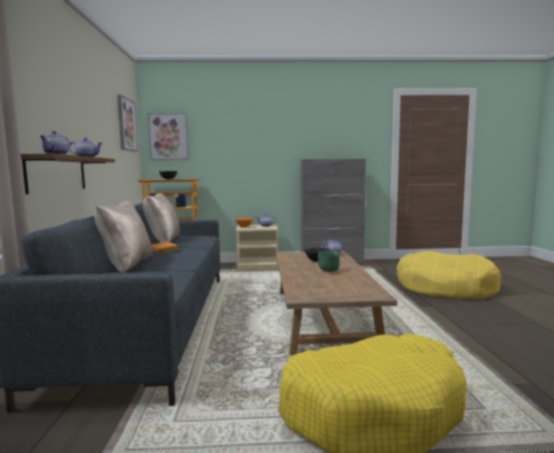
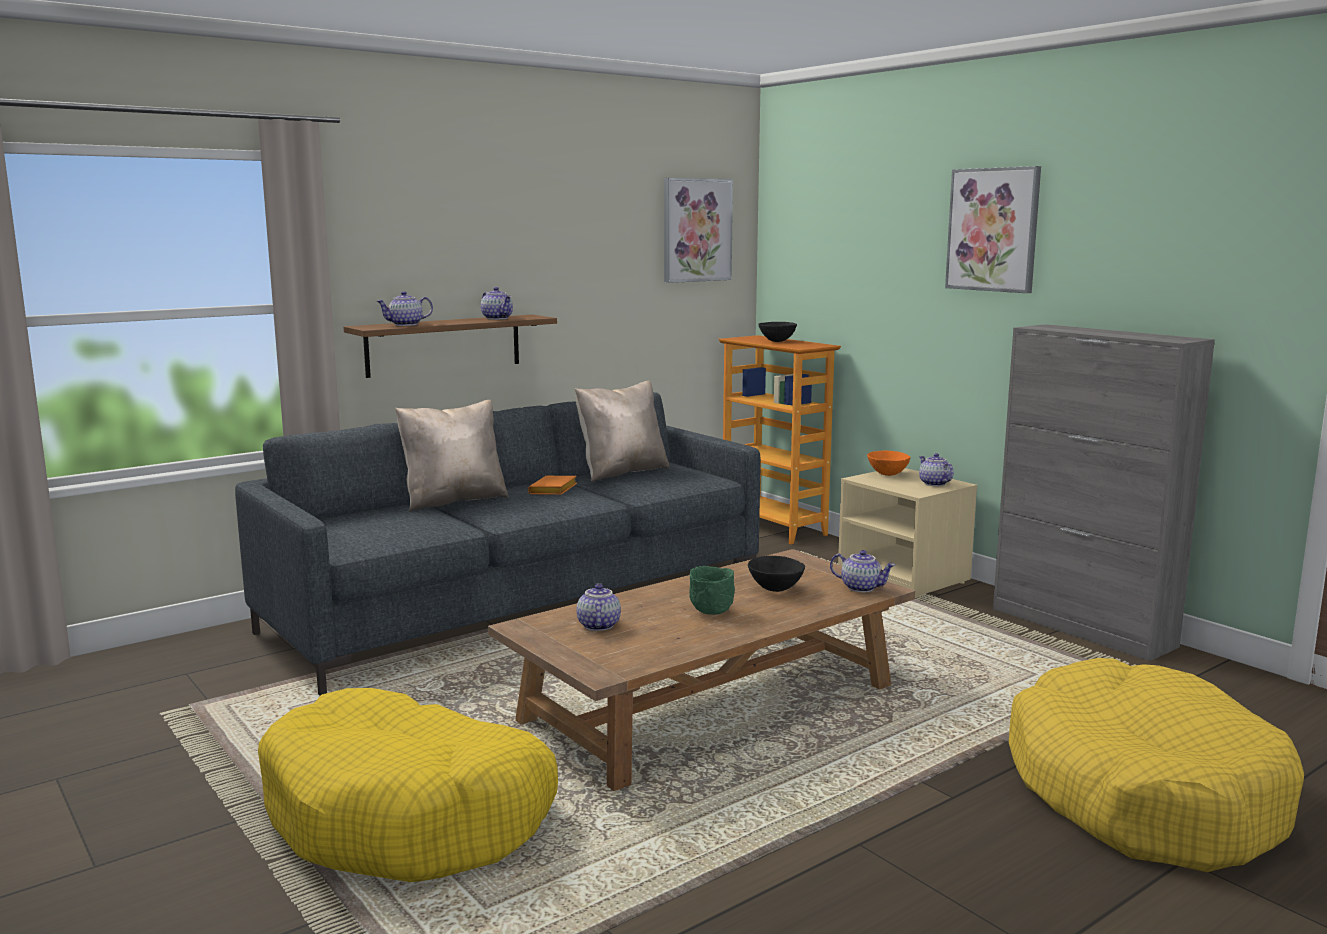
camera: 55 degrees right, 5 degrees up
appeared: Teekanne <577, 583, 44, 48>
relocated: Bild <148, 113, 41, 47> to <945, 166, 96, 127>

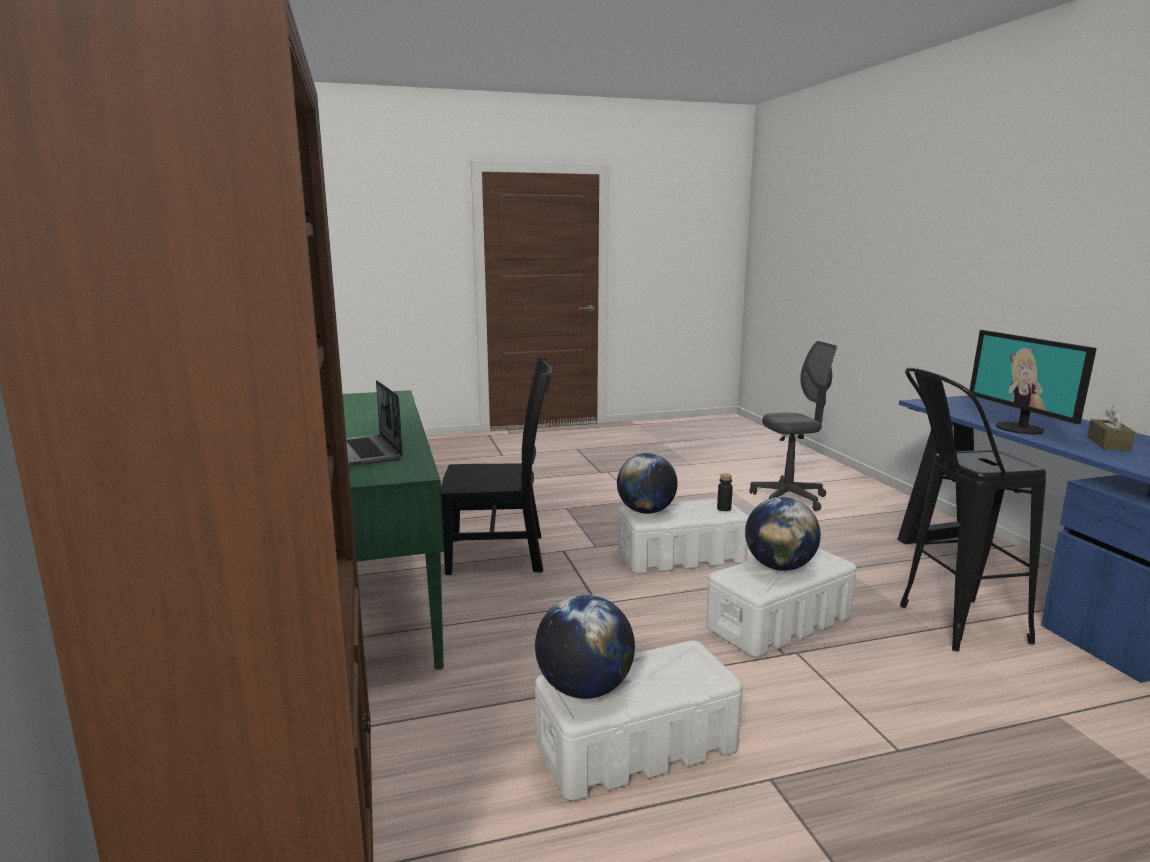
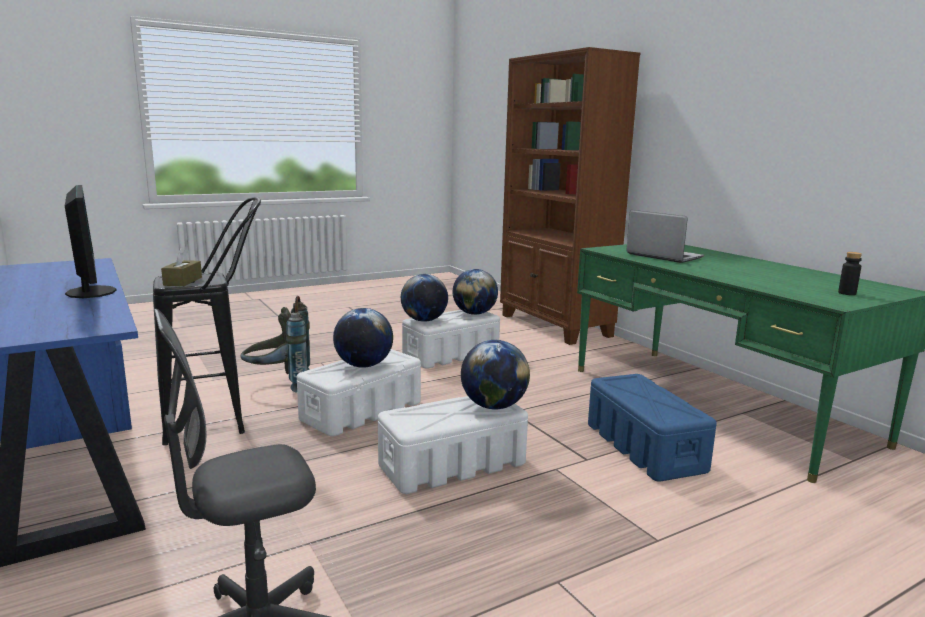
camera: 165 degrees right, 0 degrees up
appeared: Rucksack [grau] <240, 296, 70, 97>; Globus <401, 274, 47, 48>
relocated: Taschentuchbox [braun] <1087, 406, 48, 45> to <161, 247, 41, 39>; Flasche [schwarz] <717, 473, 16, 38> to <838, 252, 24, 43>
exchanged: Stuhl [schwarz] <441, 357, 111, 218> to Aufbewahrungsbox [blau] <588, 374, 129, 108>

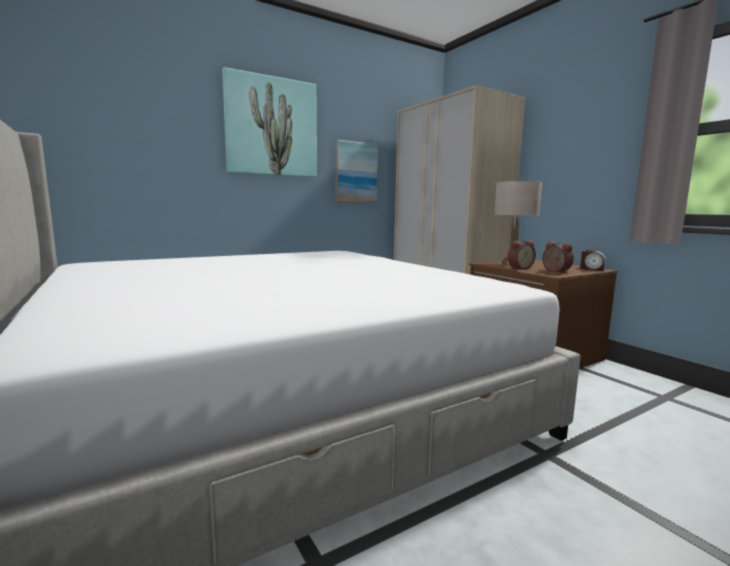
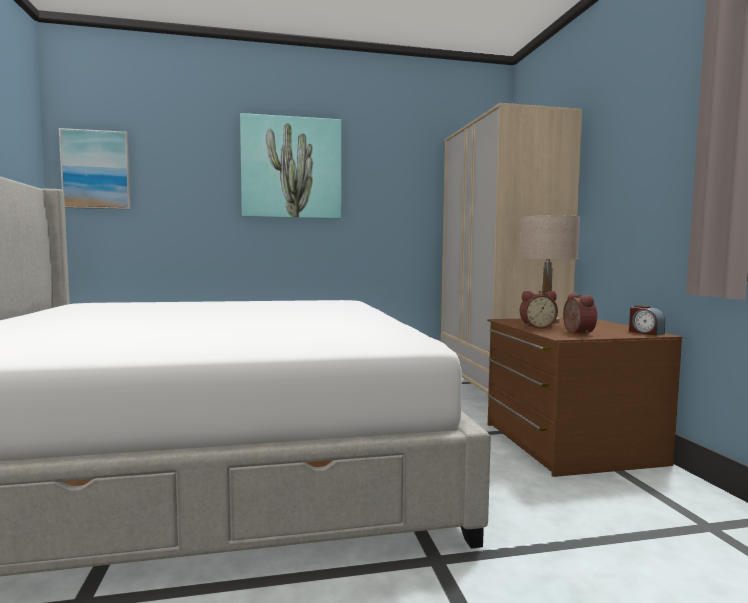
camera: 20 degrees right, 5 degrees down
relocated: Bild <335, 140, 44, 63> to <59, 128, 72, 81>

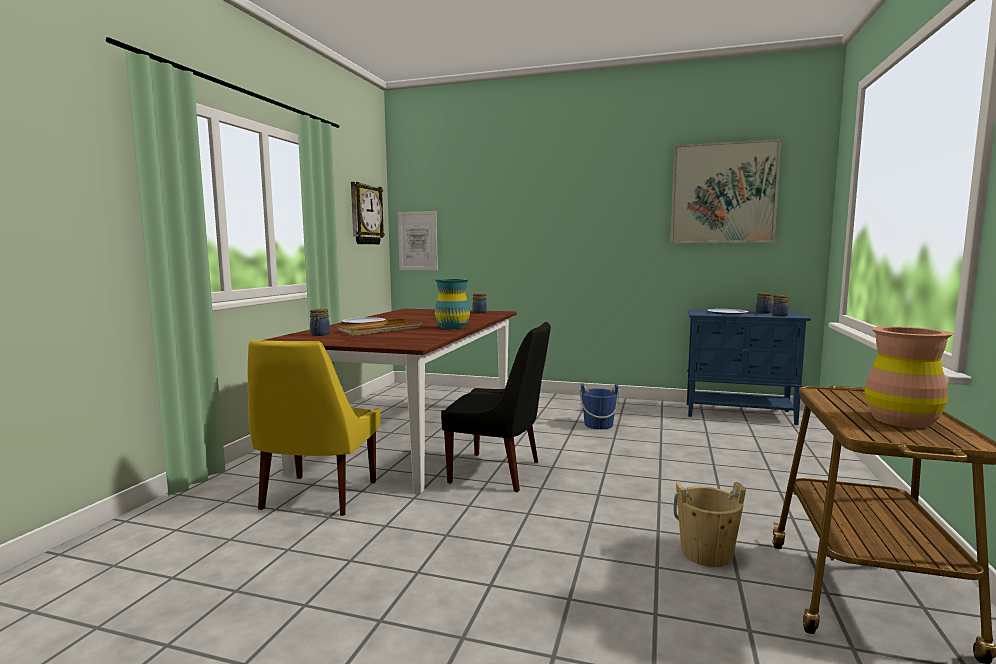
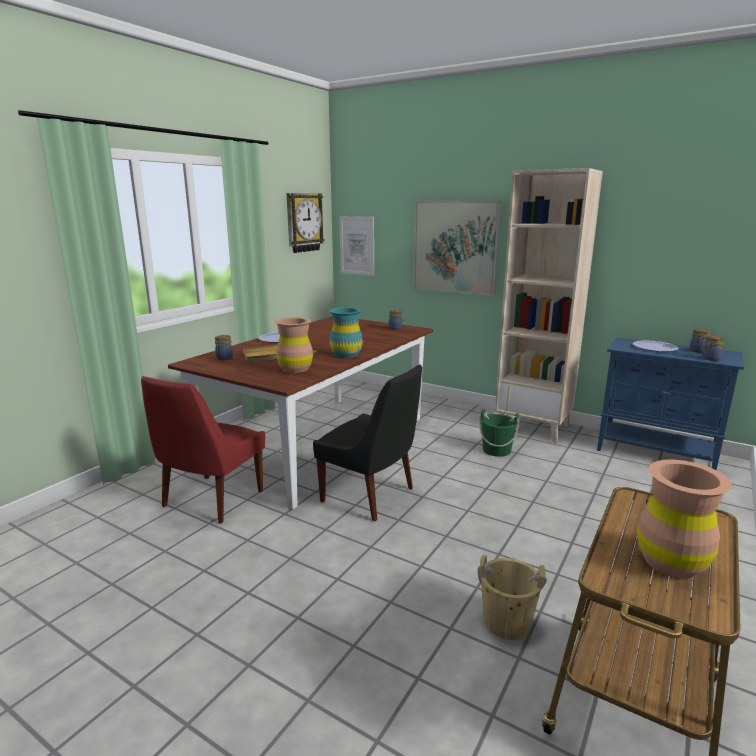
camera: 15 degrees right, 10 degrees up
appeared: Vase [braun] <275, 317, 38, 56>; Bücherregal [beige] <495, 168, 108, 275>
relocated: Bild <670, 139, 112, 104> to <413, 200, 89, 96>
colour: Stuhl [gelb] <248, 340, 133, 176> to Stuhl [rot] <141, 376, 124, 148>; Eimer [blau] <579, 383, 41, 46> to Eimer [grün] <479, 409, 40, 48>

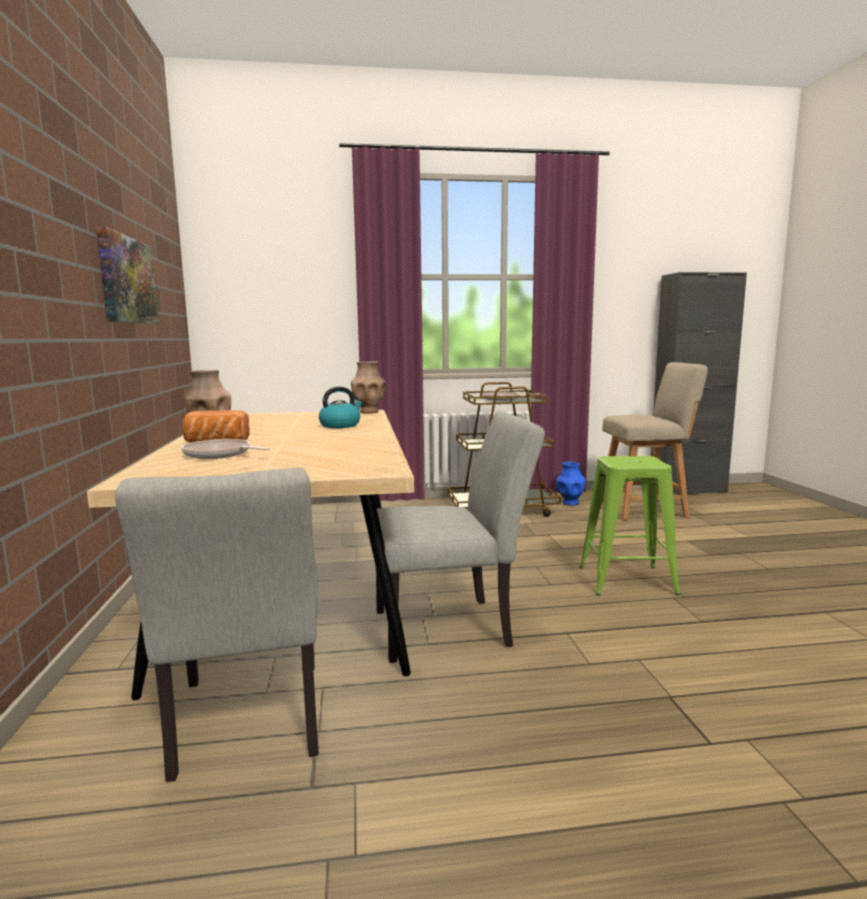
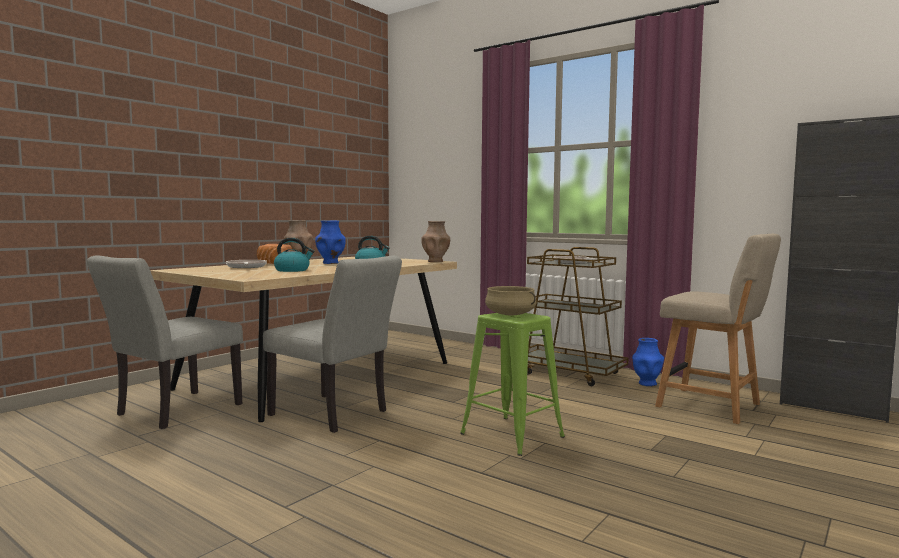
camera: 45 degrees right, 5 degrees down
missing: Bild <96, 226, 63, 98>
appeared: Wasserkessel <274, 238, 40, 34>; Vase [blau] <315, 221, 31, 43>; Kochtopf [beige] <485, 286, 51, 29>

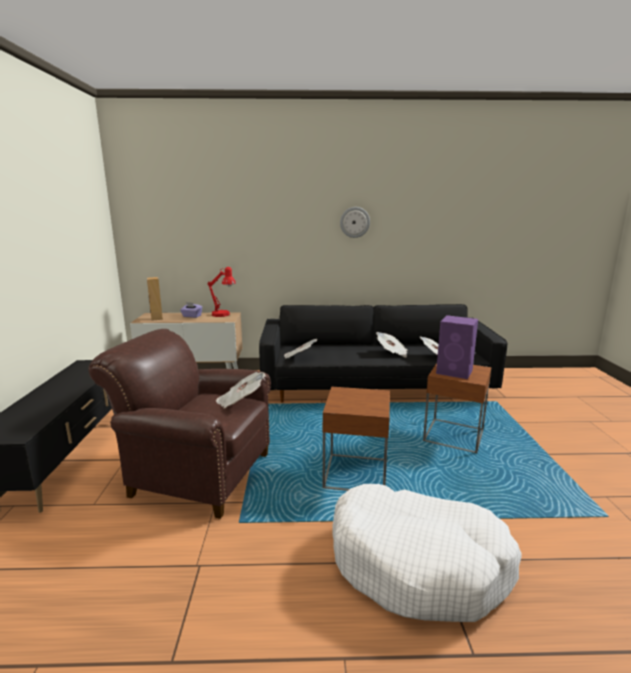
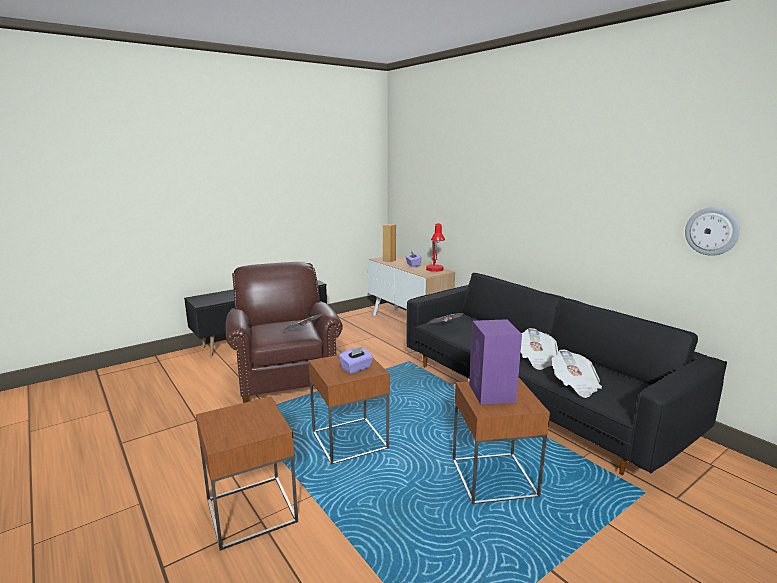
camera: 55 degrees right, 0 degrees up
appeared: Taschentuchbox [lila] <339, 346, 34, 28>
relocated: Wanduhr <340, 207, 30, 31> to <685, 207, 55, 49>
exchanged: Hundebett [weiß] <332, 484, 190, 138> to Beistelltisch [braun] <196, 396, 102, 155>

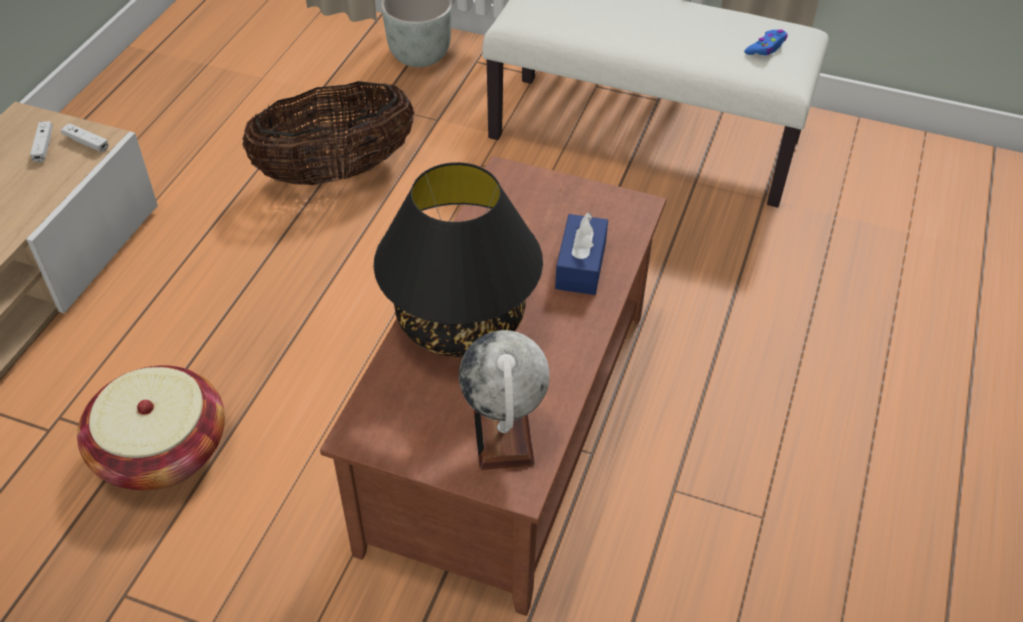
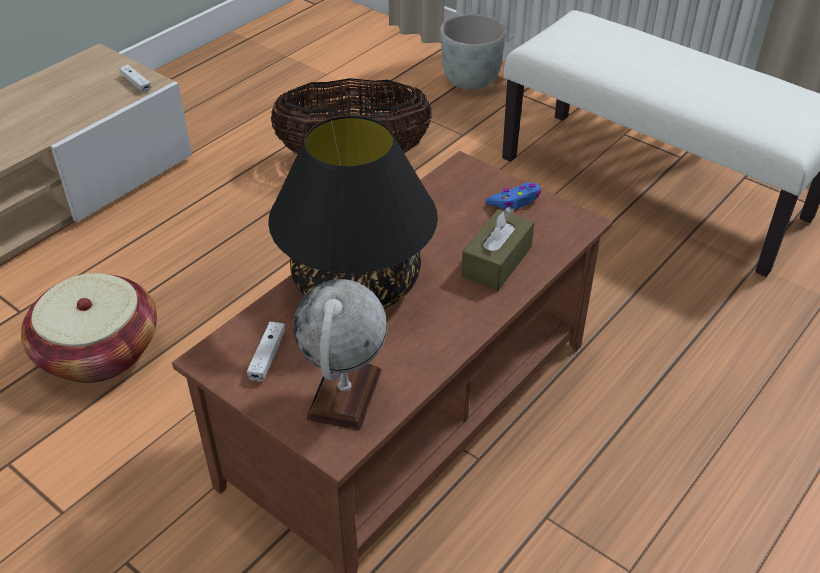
camera: 20 degrees right, 5 degrees down
relocated: Gamepad [weiß] <30, 121, 23, 41> to <247, 322, 39, 60>; Gamepad [blau] <744, 29, 44, 26> to <486, 183, 55, 27>
colour: Taschentuchbox [blau] <555, 212, 53, 83> to Taschentuchbox [braun] <461, 207, 73, 84>

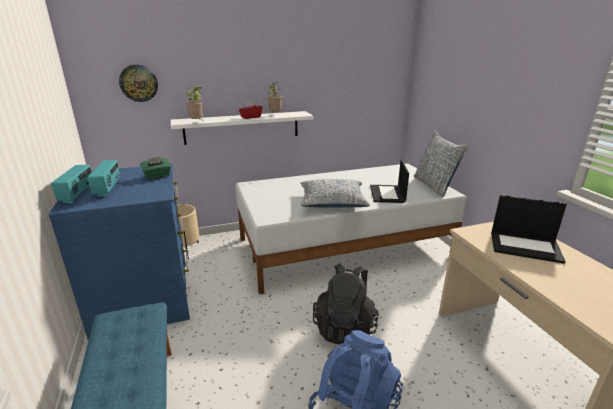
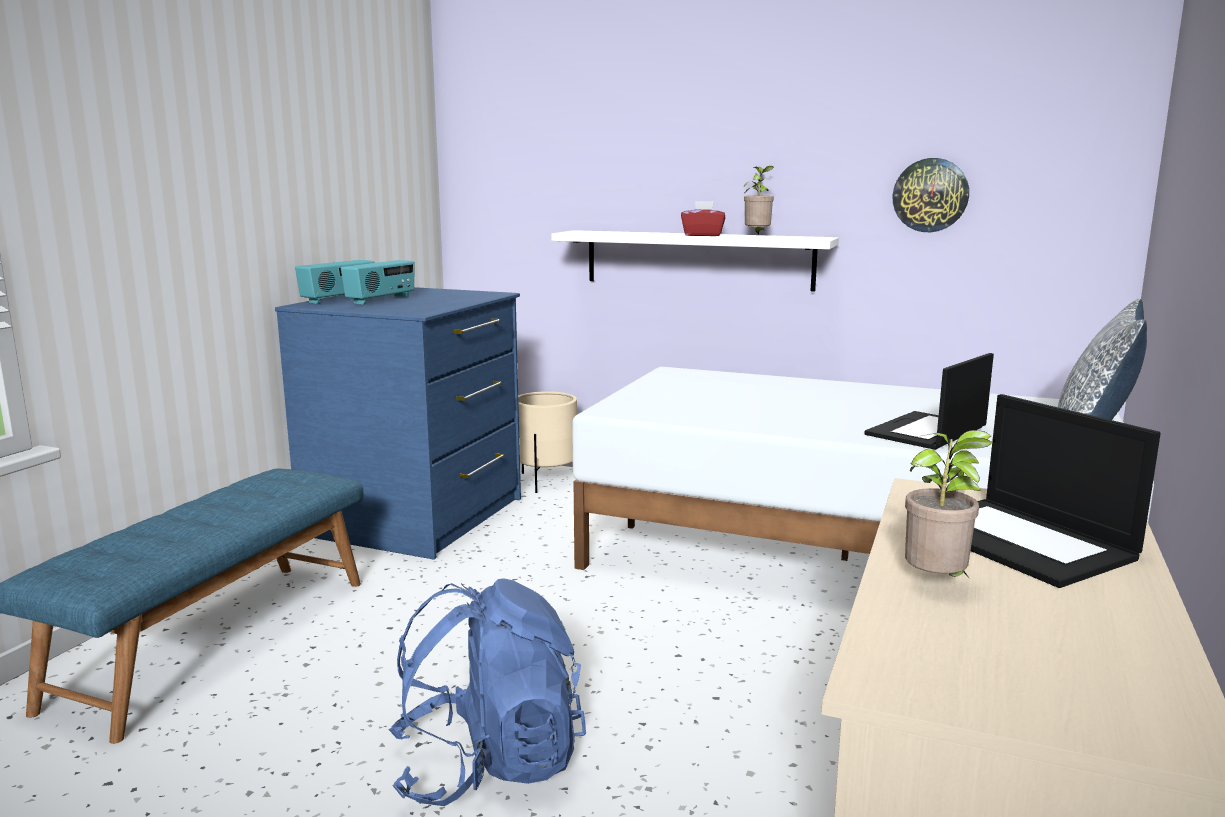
camera: 40 degrees right, 10 degrees down
missing: Taschentuchbox [grün] <140, 157, 31, 22>; Kissen <300, 179, 70, 29>; Rucksack [schwarz] <313, 263, 66, 82>
relocated: Wanduhr <119, 65, 39, 37> to <893, 158, 76, 74>; Topfpflanze <186, 86, 17, 34> to <905, 430, 88, 147>

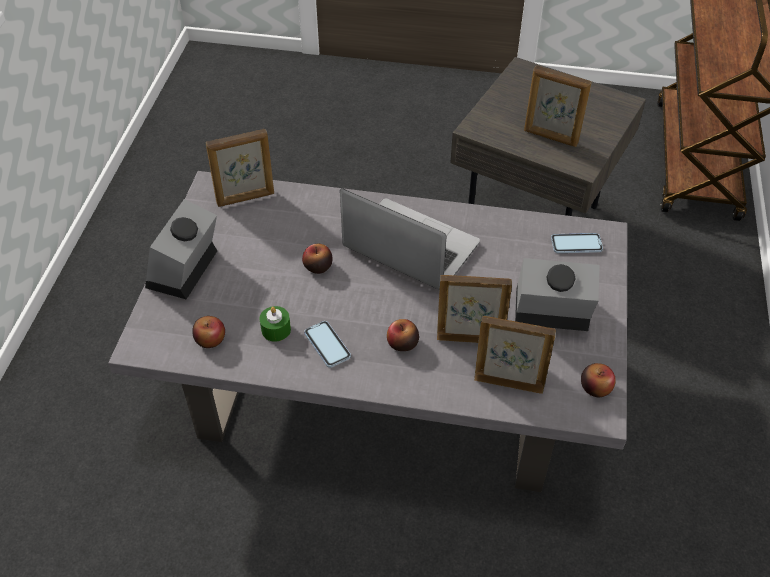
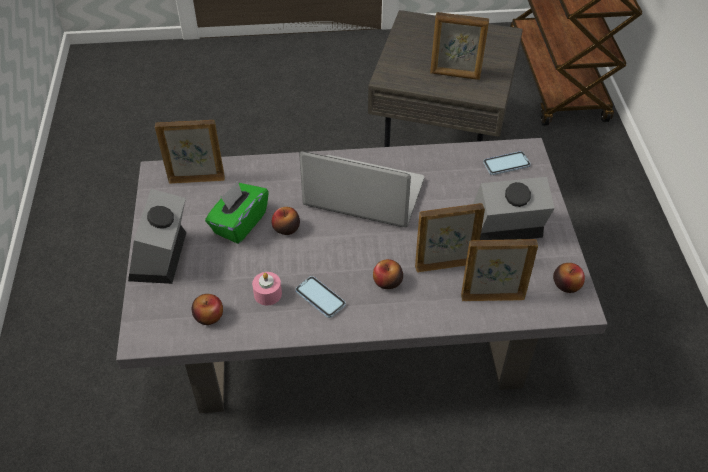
camera: 15 degrees left, 0 degrees up
appeared: Taschentuchbox [grün] <205, 181, 64, 63>
colour: Kerze [grün] <260, 306, 31, 36> to Kerze [rosa] <252, 272, 30, 33>
spun: Bilderrahmen <206, 129, 68, 78> = <155, 120, 70, 64> 150 degrees counterclockwise

